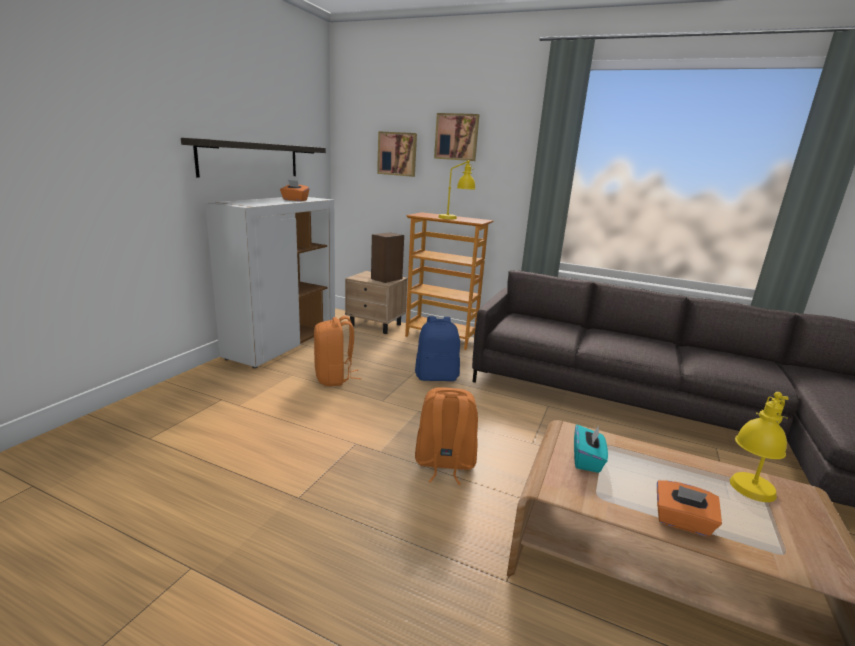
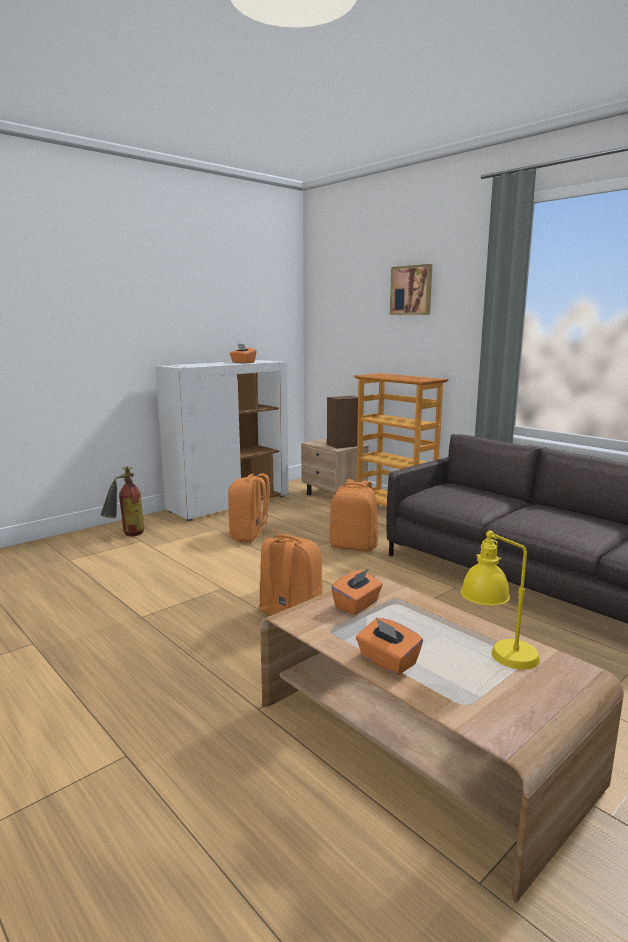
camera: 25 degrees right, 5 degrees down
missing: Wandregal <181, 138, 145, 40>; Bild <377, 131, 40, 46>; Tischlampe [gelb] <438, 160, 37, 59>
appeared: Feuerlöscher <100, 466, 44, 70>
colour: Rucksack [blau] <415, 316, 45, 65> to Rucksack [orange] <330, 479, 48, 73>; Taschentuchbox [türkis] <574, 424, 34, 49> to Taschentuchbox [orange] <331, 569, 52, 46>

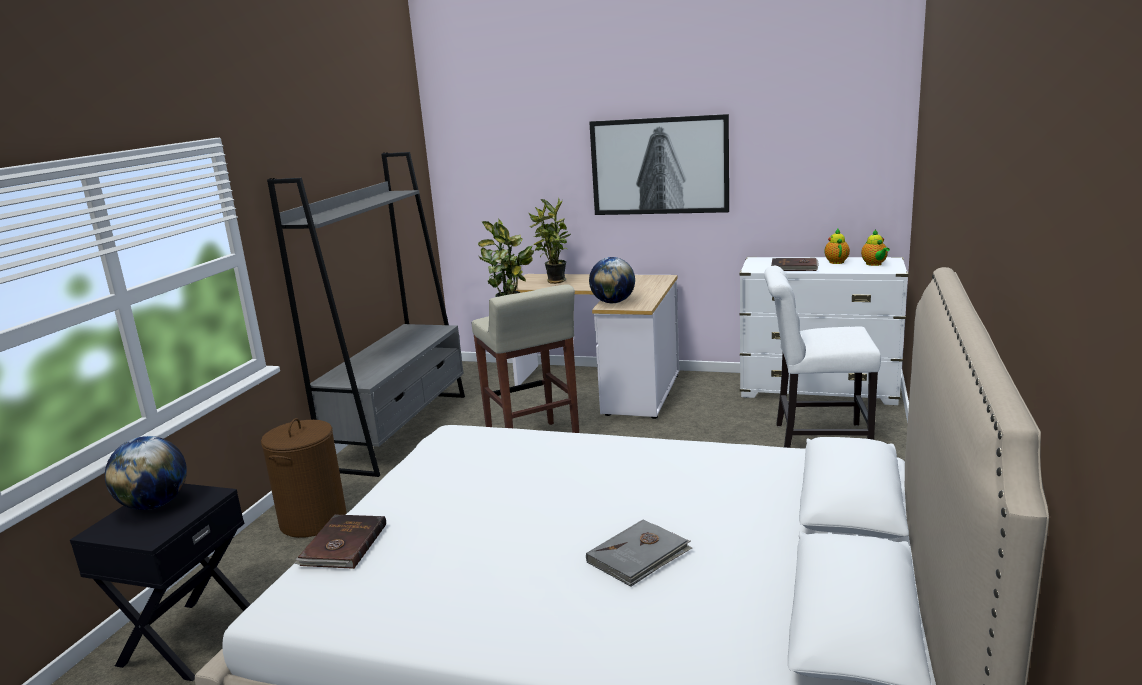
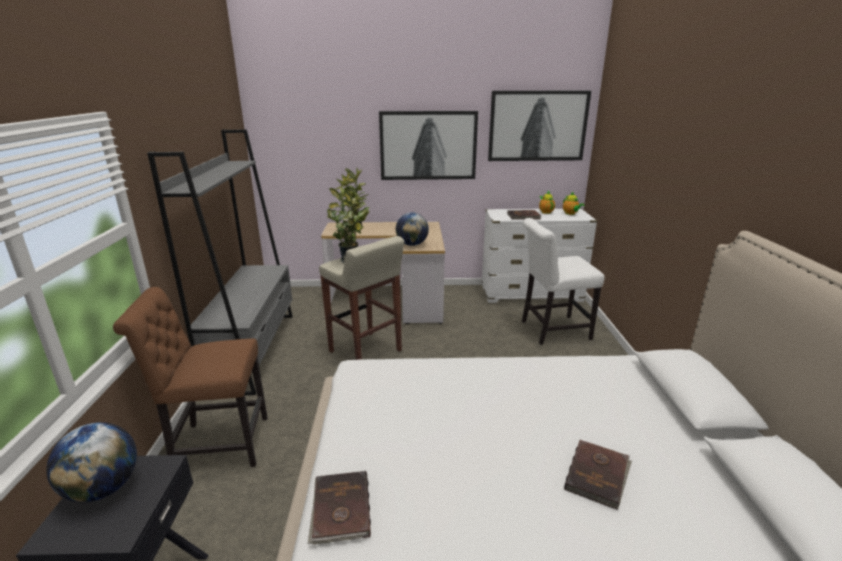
camera: 20 degrees left, 5 degrees up
appeared: Bild <488, 91, 103, 70>
exchanged: Wäschekorb [braun] <261, 418, 86, 120> to Stuhl [braun] <113, 287, 155, 180>
colour: Buch [grau] <586, 519, 106, 68> to Buch [braun] <564, 440, 68, 70>

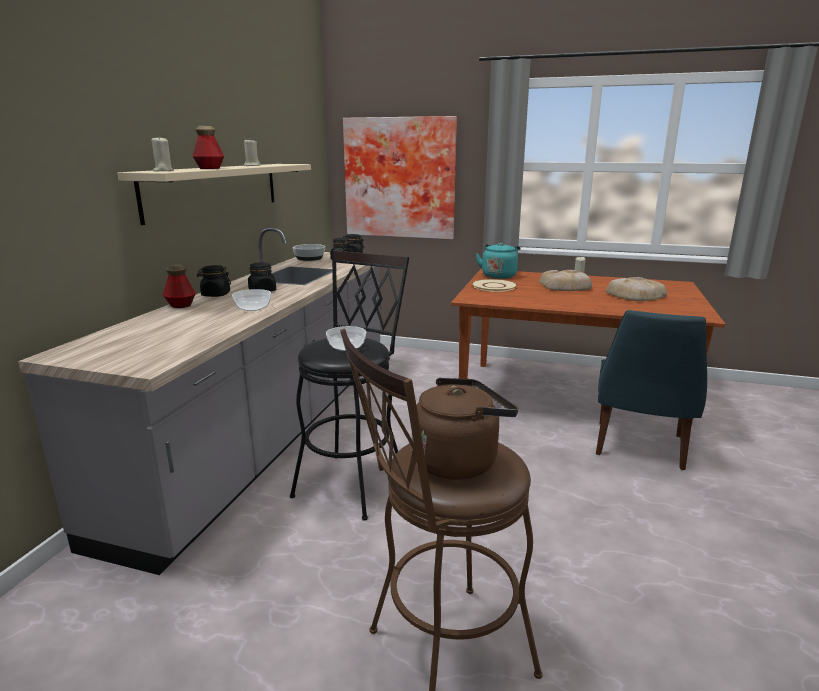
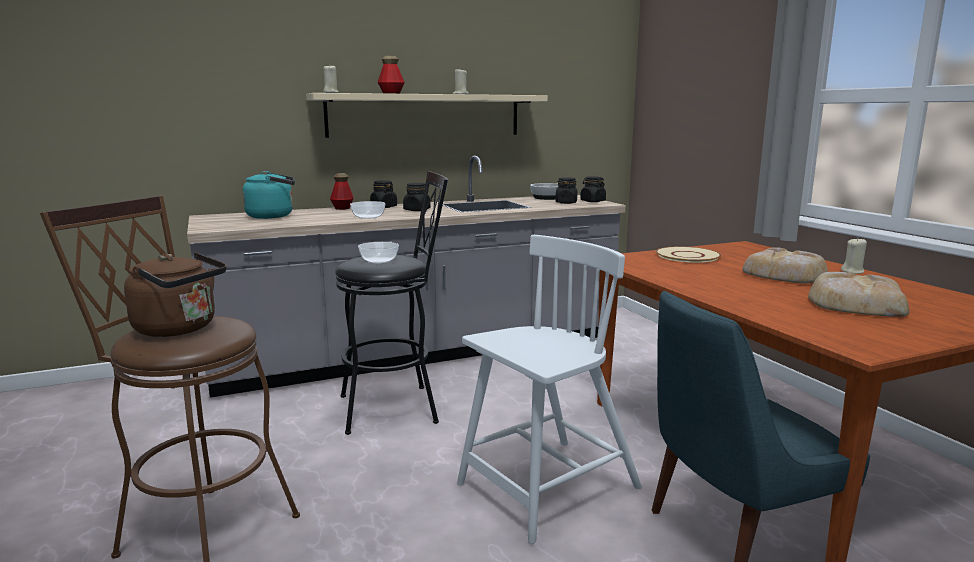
camera: 50 degrees right, 5 degrees down
missing: Bild <343, 116, 114, 123>
appeared: Stuhl [weiß] <457, 235, 185, 309>
relocated: Wasserkessel [türkis] <475, 242, 45, 37> to <242, 171, 53, 48>

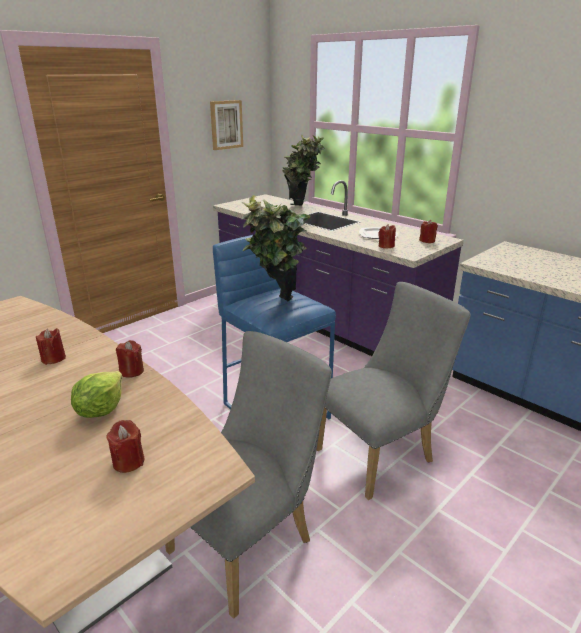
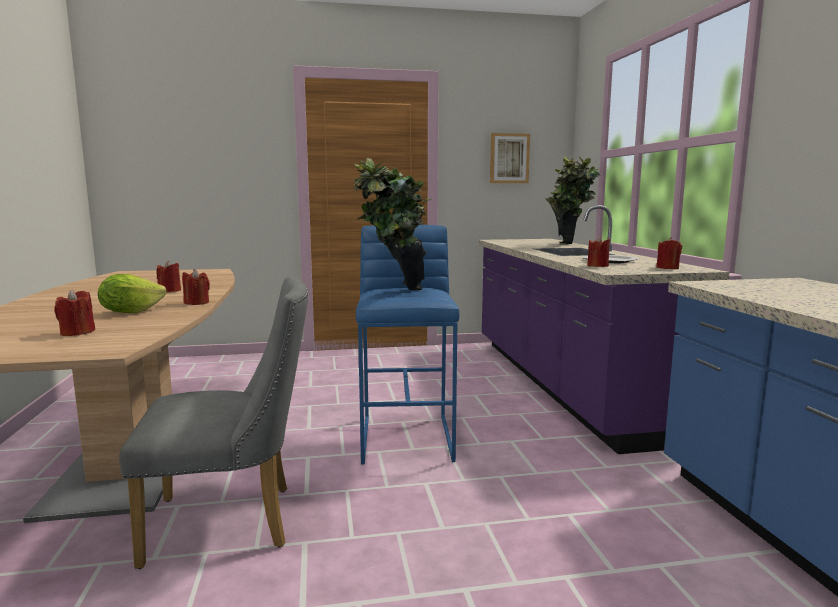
camera: 35 degrees right, 15 degrees down
missing: Stuhl [grau] <317, 282, 154, 218>

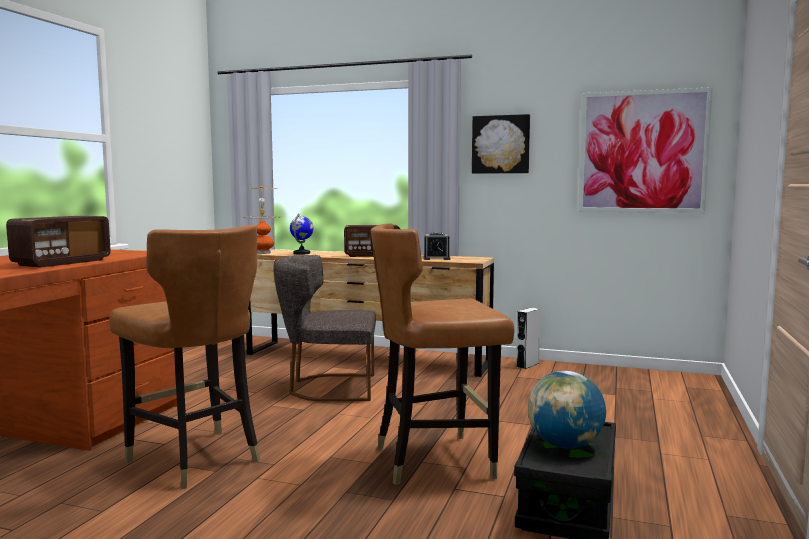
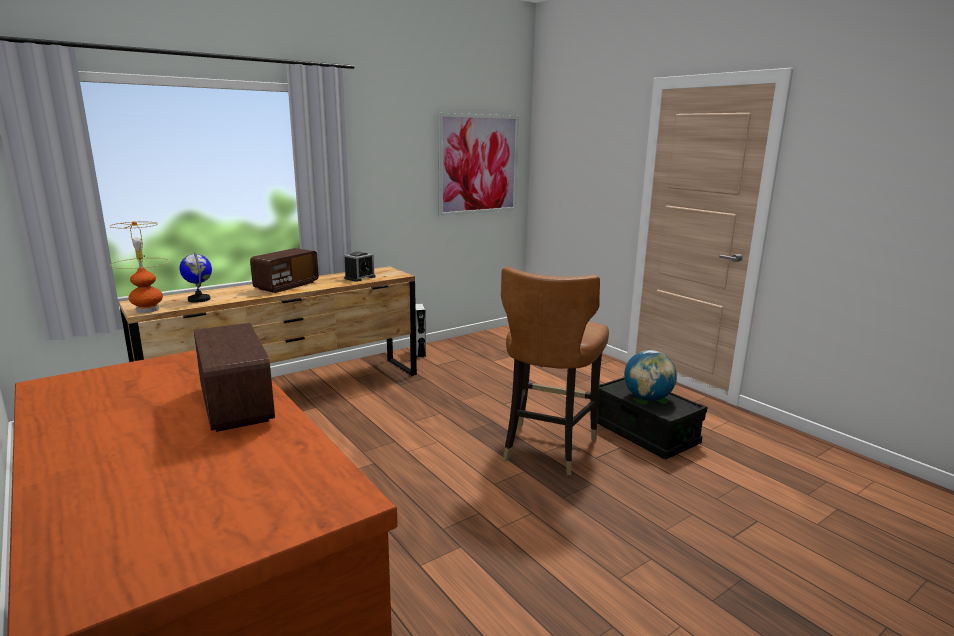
camera: 55 degrees left, 10 degrees up
missing: Stuhl [braun] <109, 225, 151, 264>; Stuhl [grau] <273, 255, 103, 146>; Bild <472, 114, 58, 60>

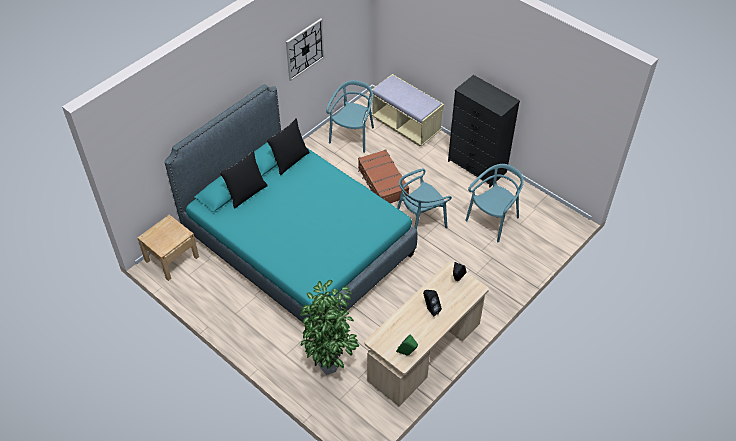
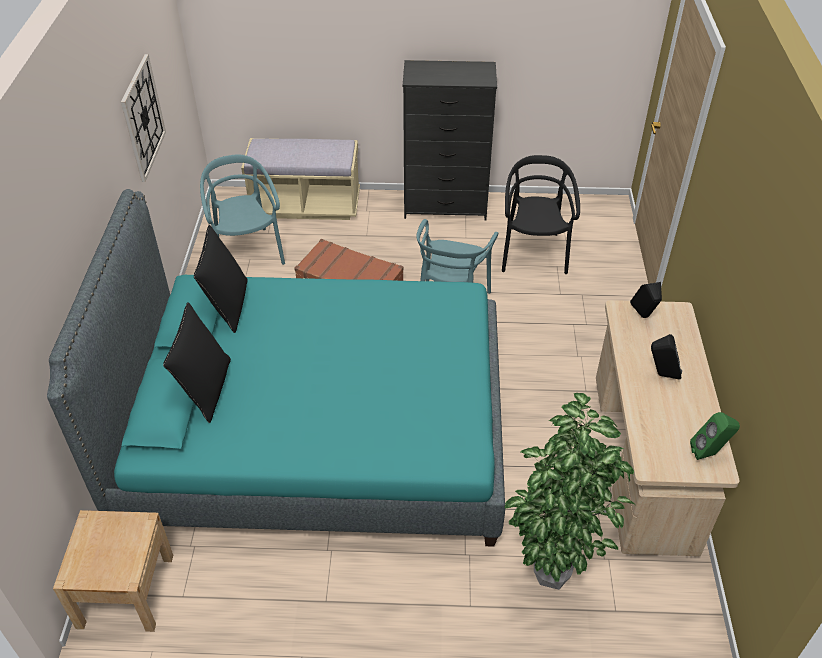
camera: 40 degrees left, 5 degrees down
colour: Stuhl [türkis] <465, 164, 58, 79> to Stuhl [schwarz] <502, 155, 78, 119>

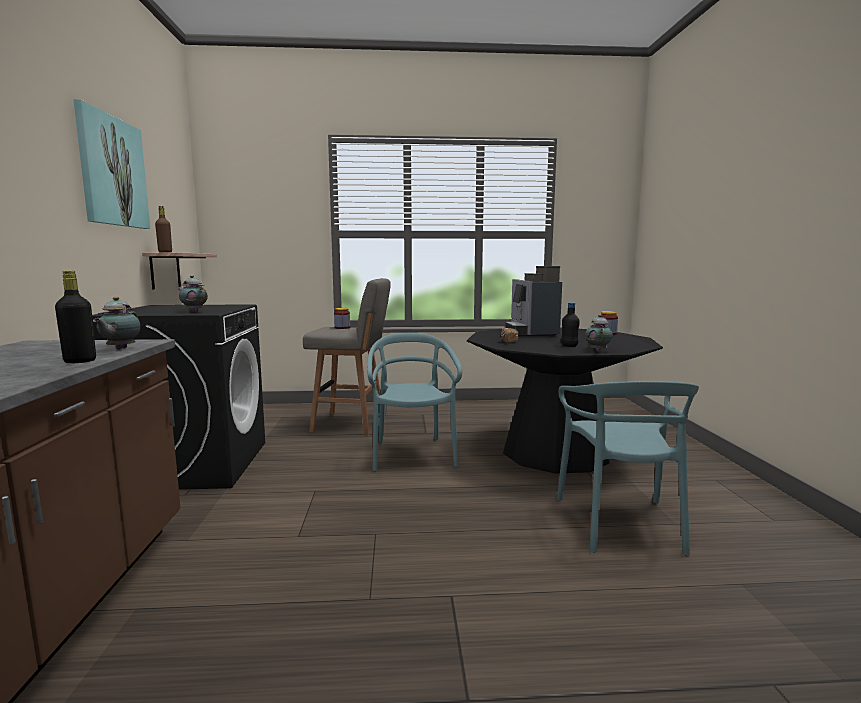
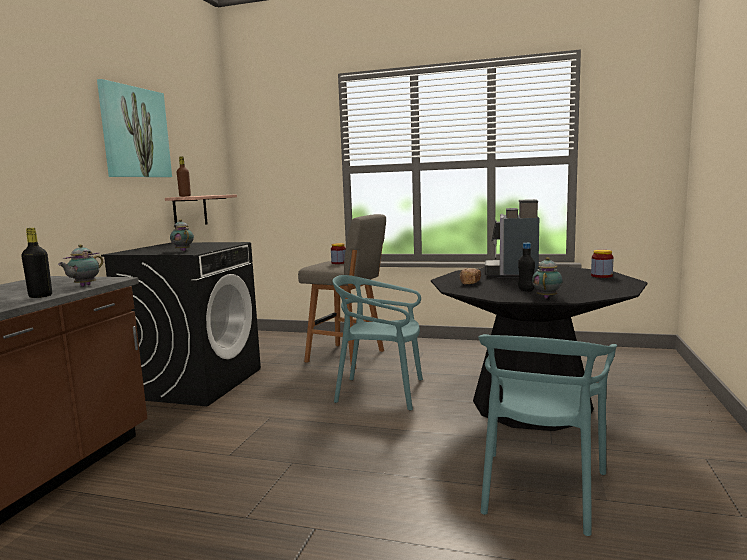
camera: 20 degrees right, 0 degrees up
spun: Stuhl [türkis] <367, 333, 95, 138> = <332, 275, 91, 136> 90 degrees counterclockwise

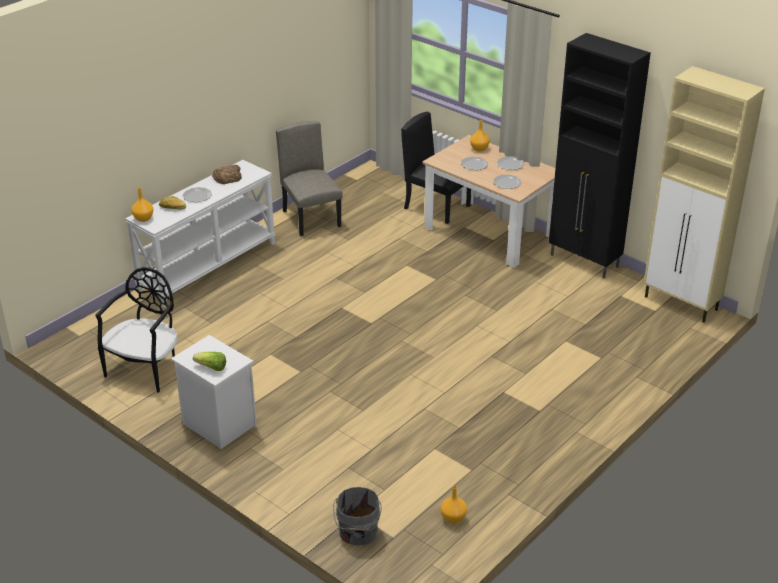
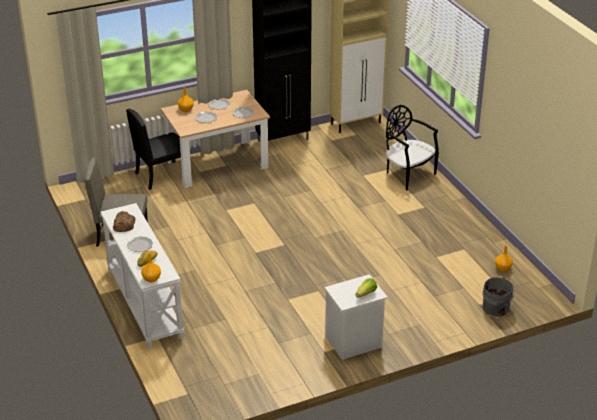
camera: 65 degrees left, 0 degrees up
relocated: Stuhl [schwarz] <95, 267, 83, 126> to <386, 105, 53, 85>

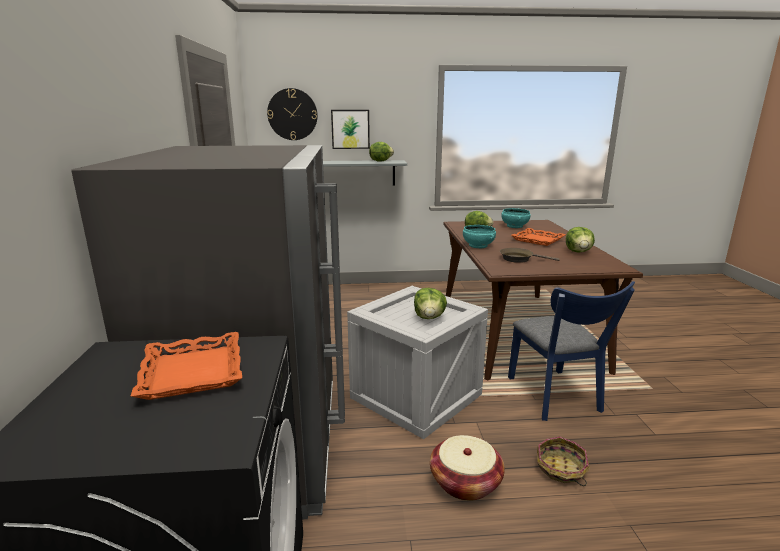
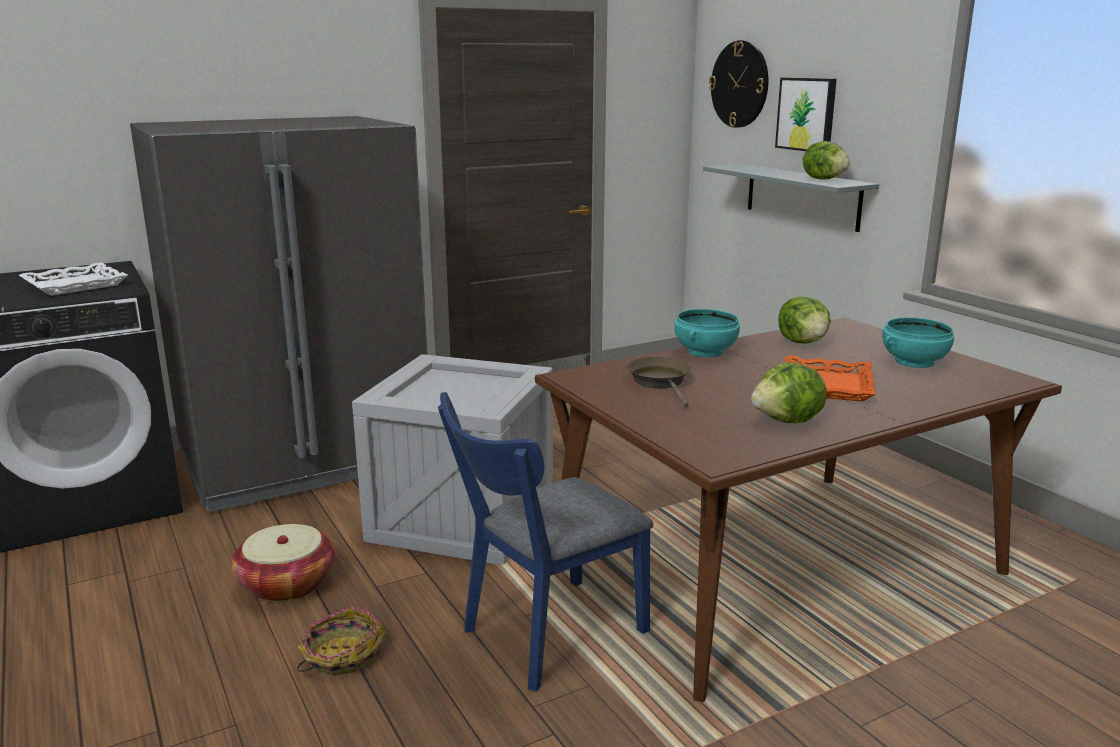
camera: 65 degrees right, 0 degrees up
missing: Salatkopf <414, 288, 33, 31>
colour: Tablett [orange] <131, 332, 111, 68> to Tablett [weiß] <19, 262, 109, 34>

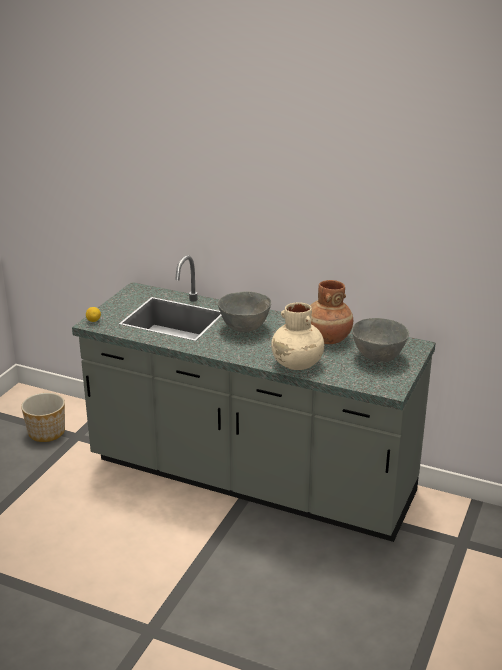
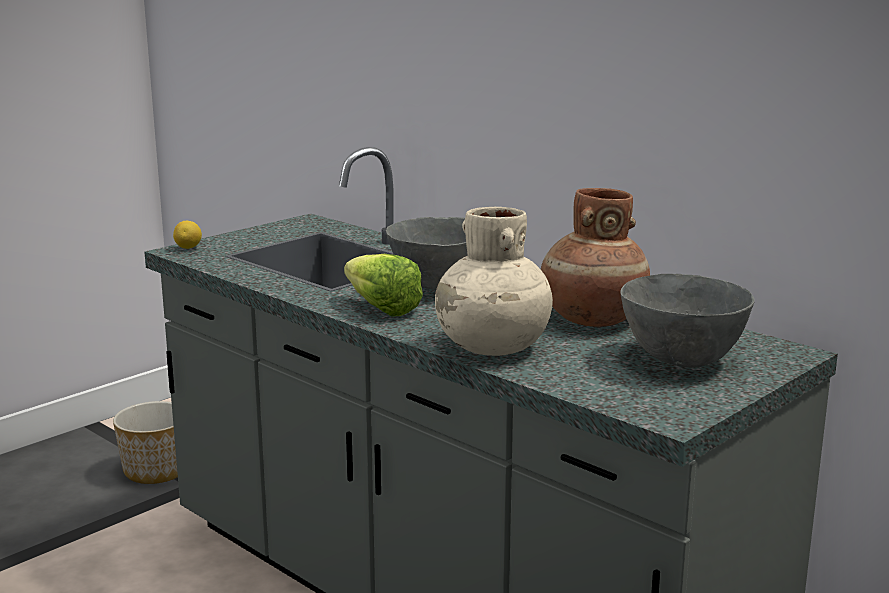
camera: 20 degrees right, 10 degrees down
appeared: Salatkopf <344, 254, 79, 62>

